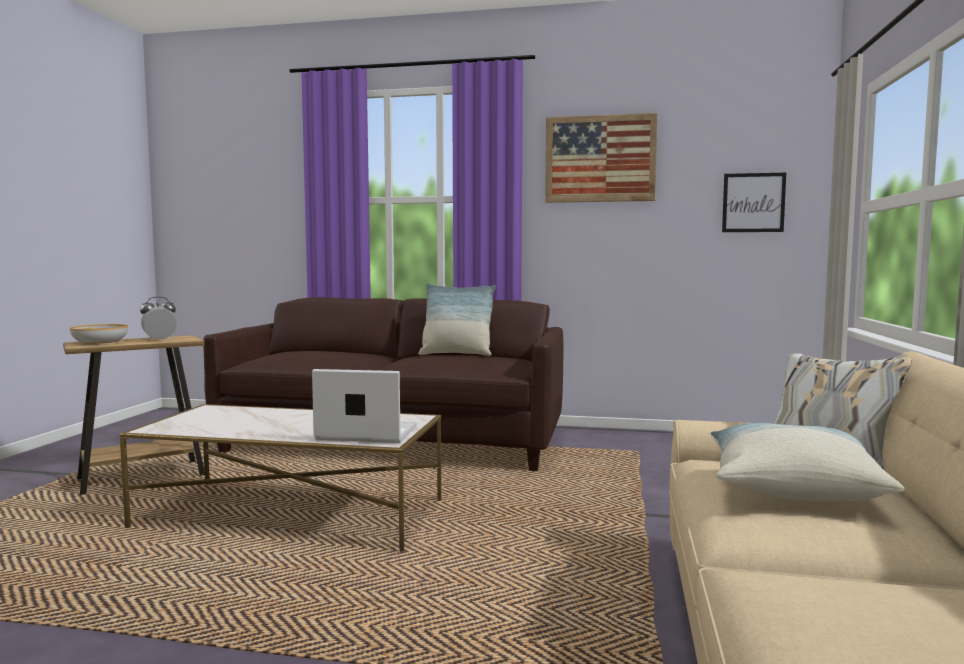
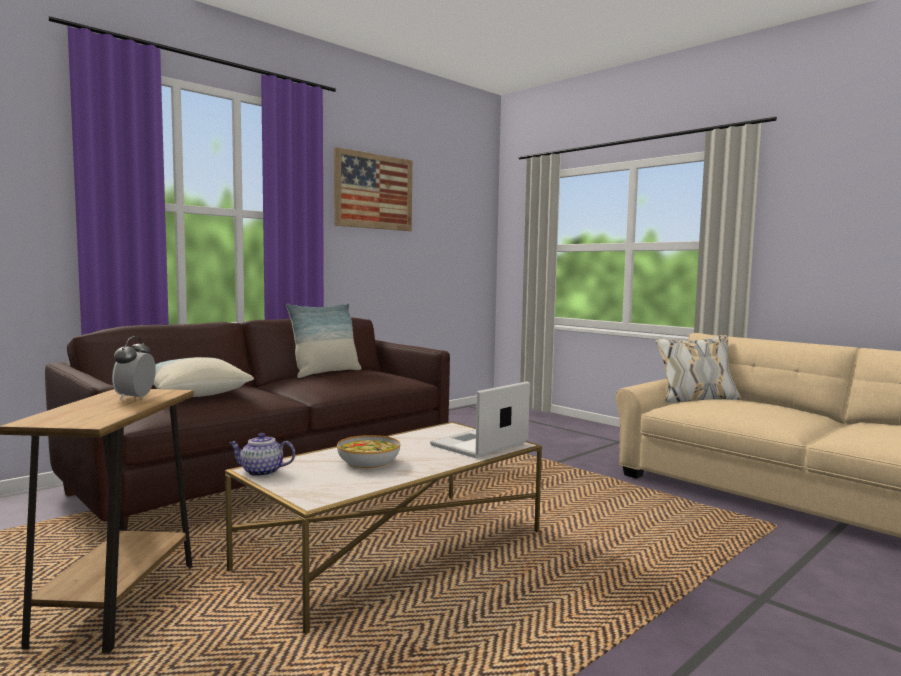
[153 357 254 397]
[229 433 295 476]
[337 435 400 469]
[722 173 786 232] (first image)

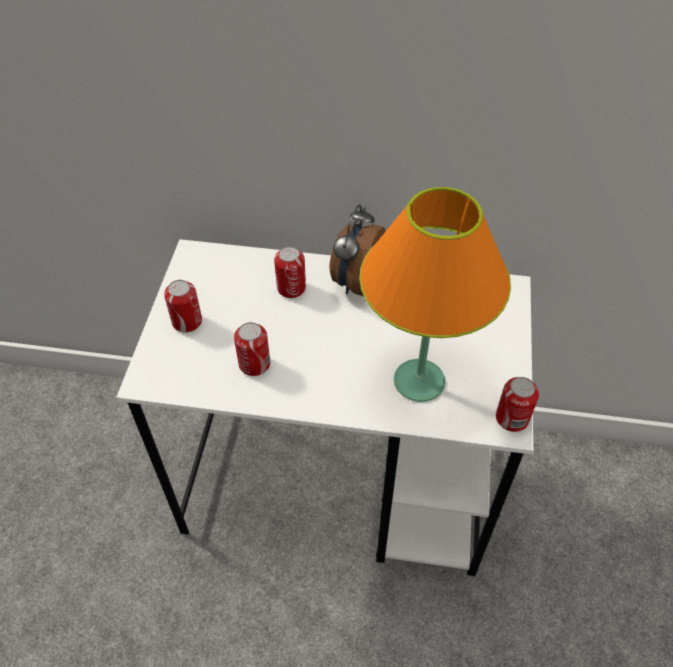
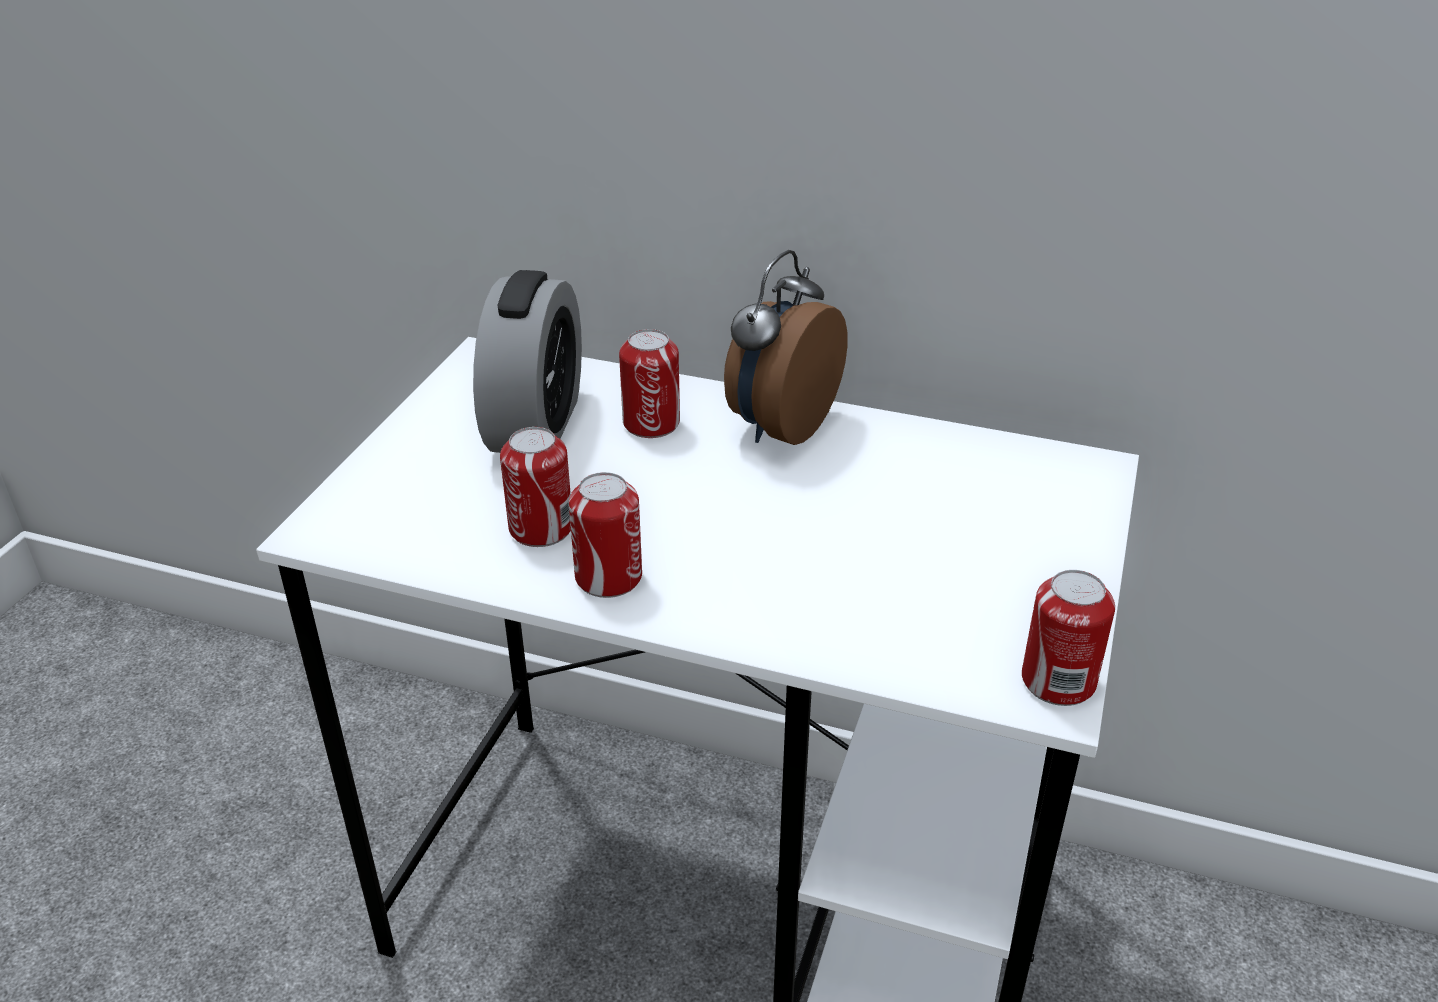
[473 270 582 453]
[569 472 642 598]
[359 187 511 402] (first image)

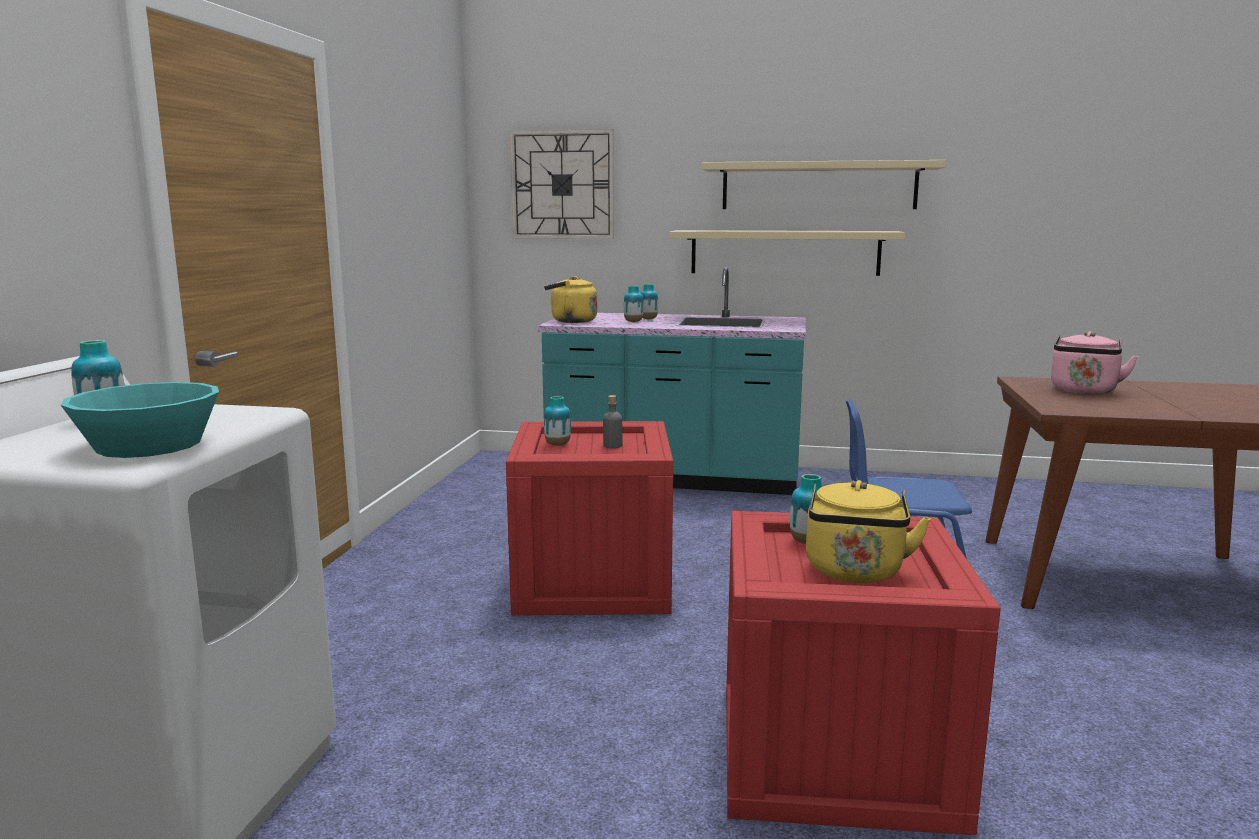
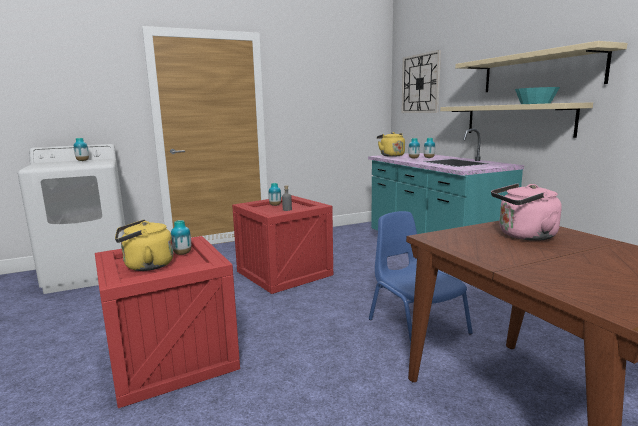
[515 87 560 104]

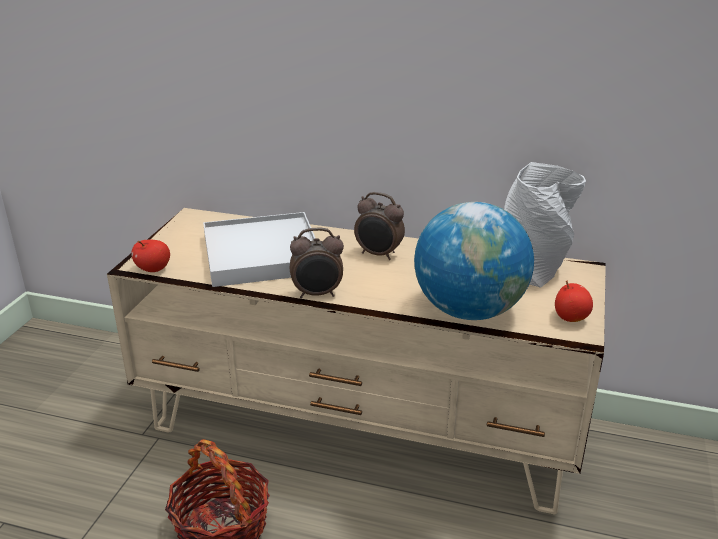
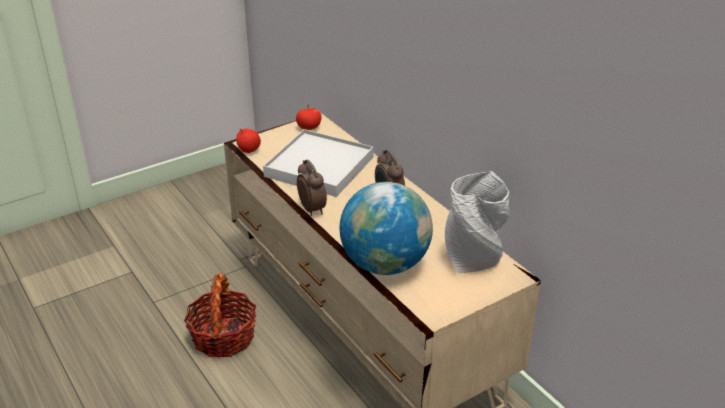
[296 105 321 130]
[297 159 327 216]

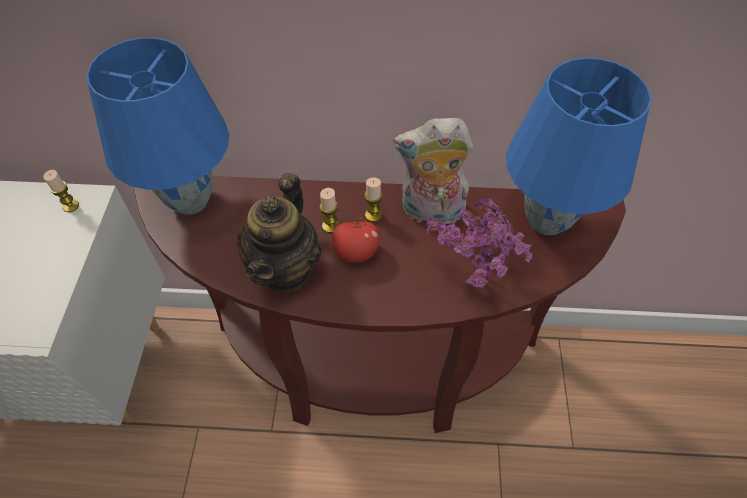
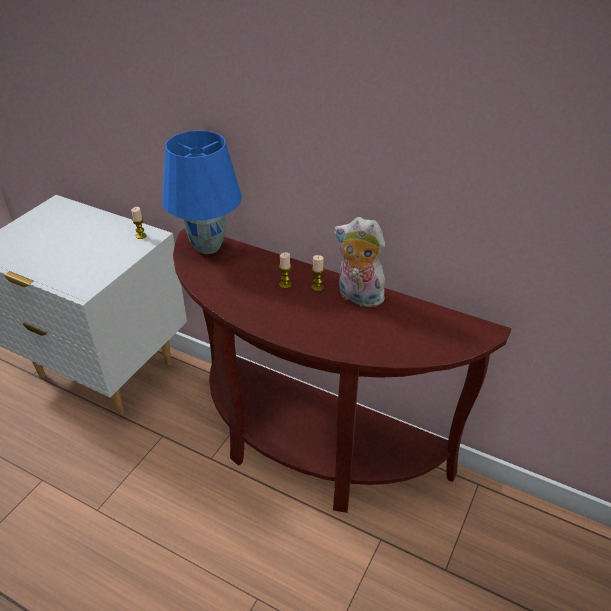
[237 173 322 292] (first image)
[332 217 380 263] (first image)
[426 198 532 288] (first image)
[506 58 651 235] (first image)

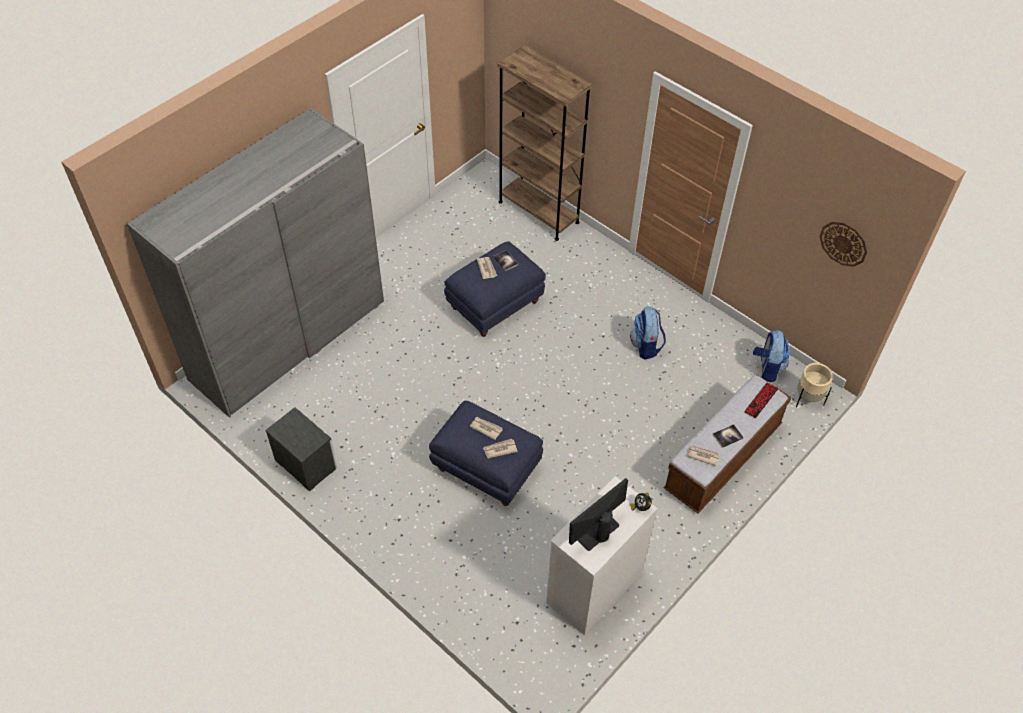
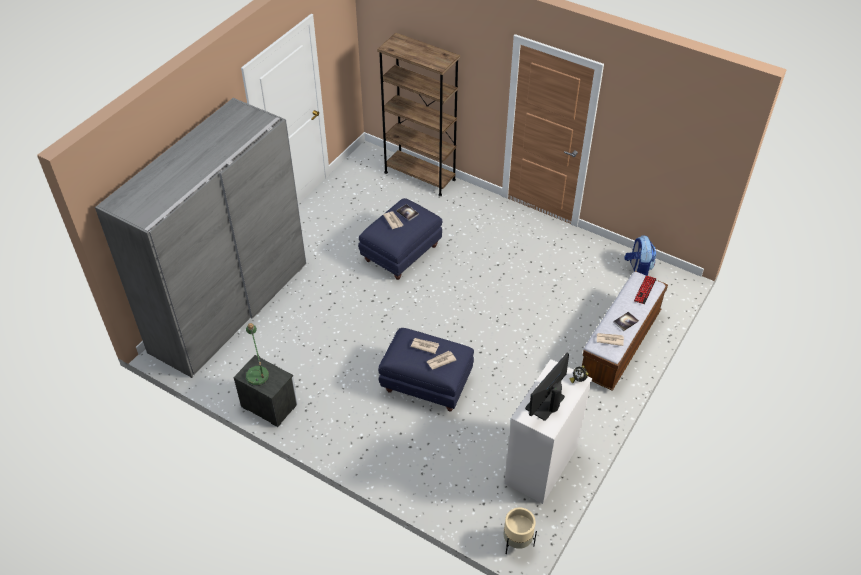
[245 323 270 386]
[504 507 537 554]
[630 306 666 359] (first image)
[819 222 867 267] (first image)

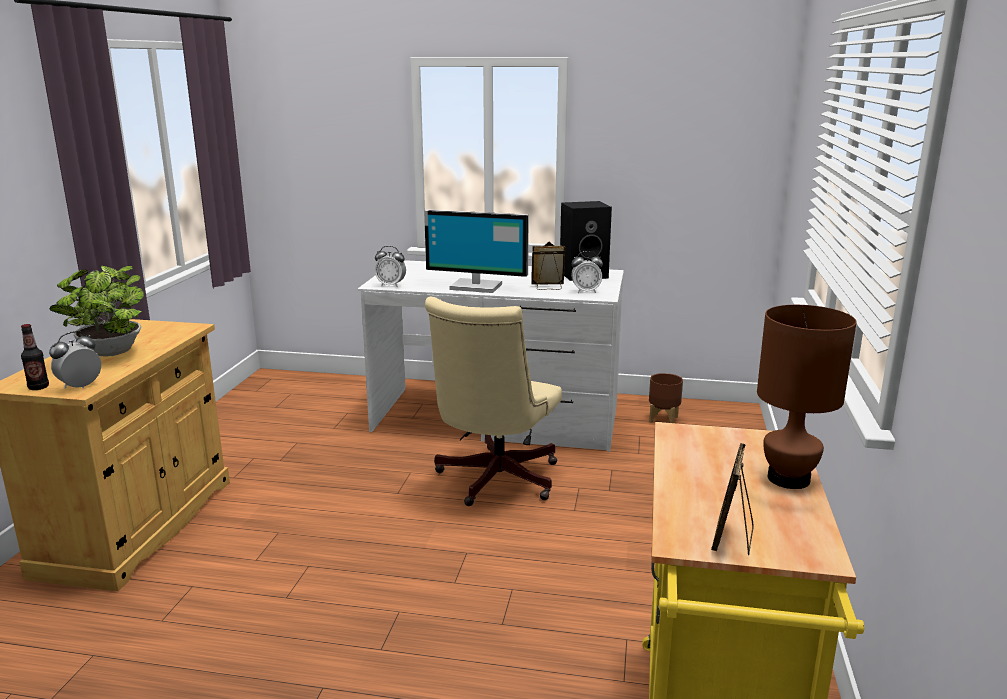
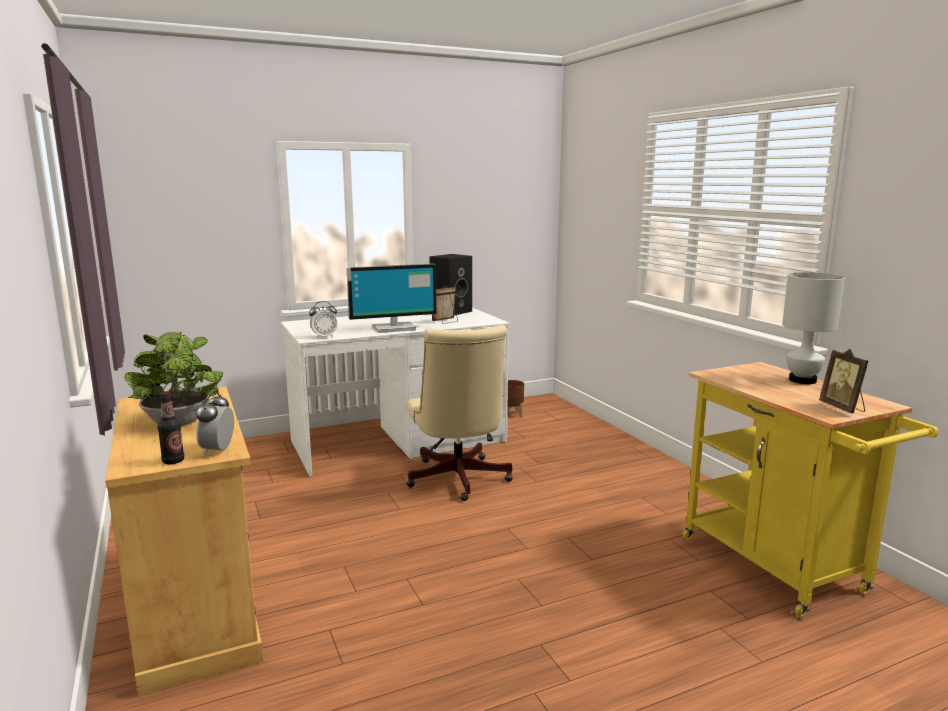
[782 272 845 384]
[571 251 603 293] (first image)

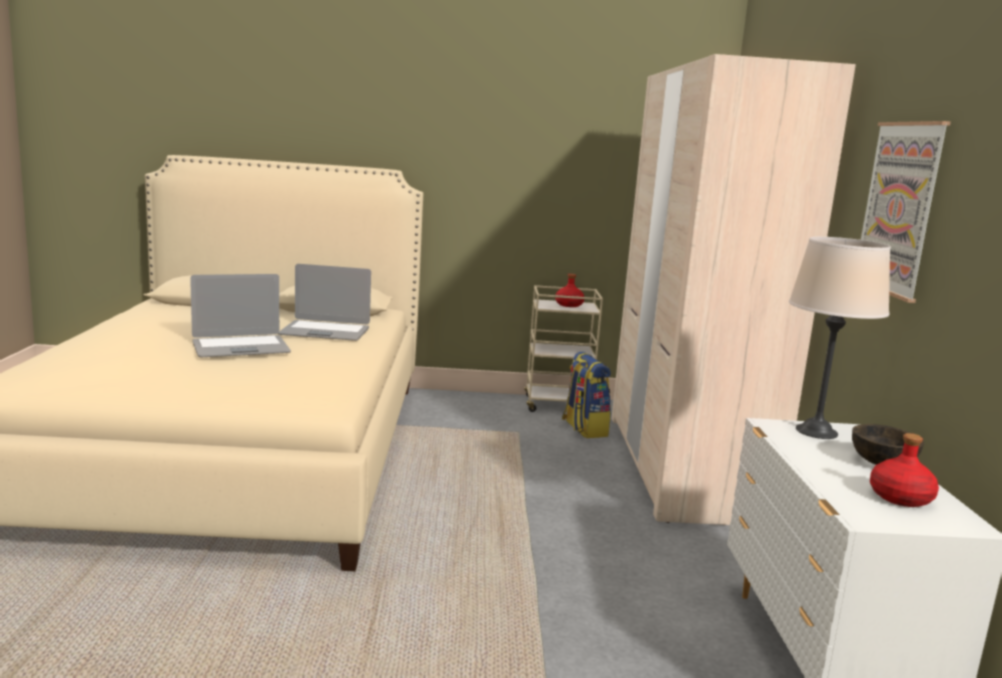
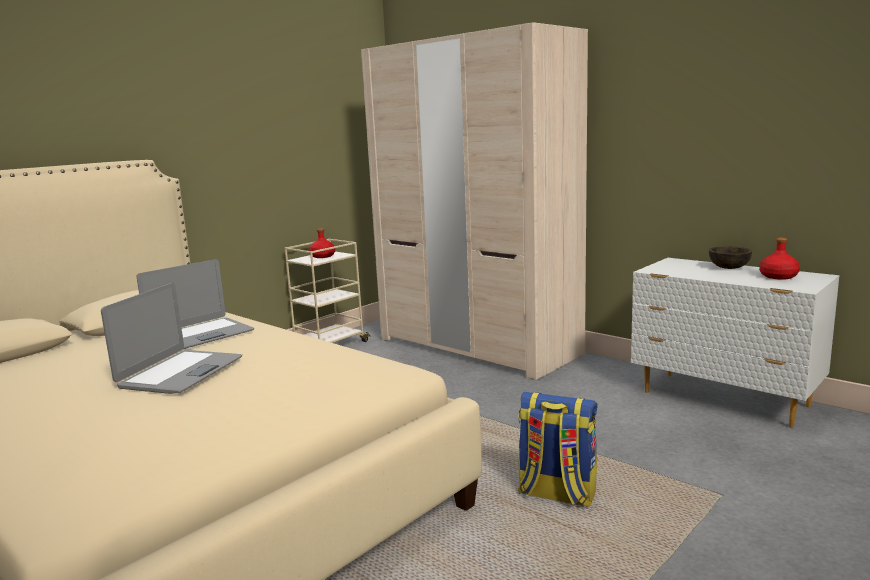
[518 392 597 507]
[789 237 891 439] (first image)
[861 121 951 303] (first image)

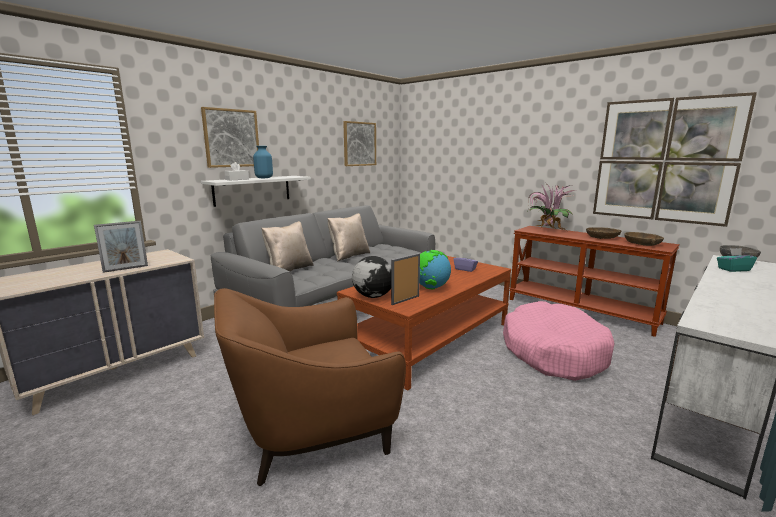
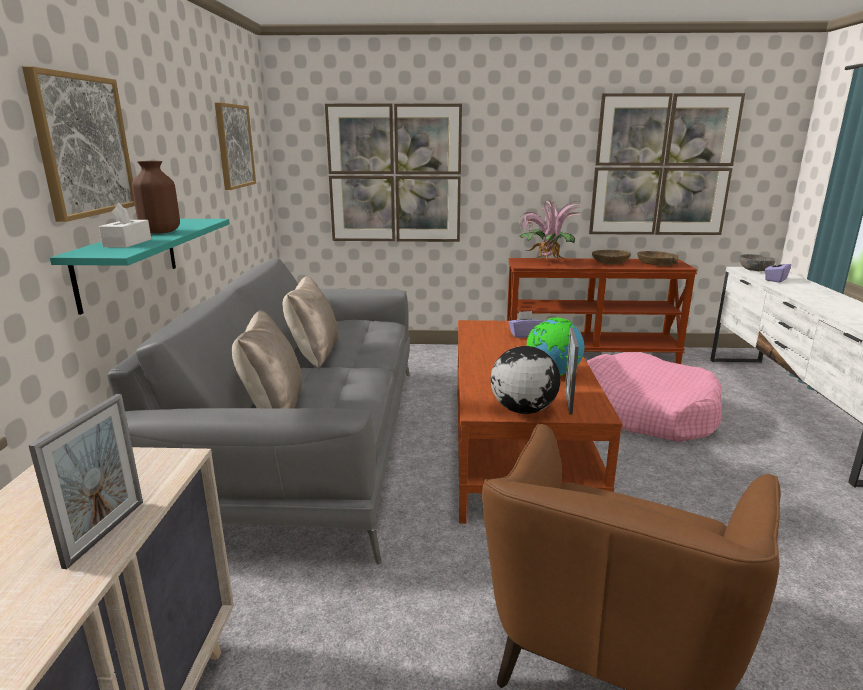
[50 219 230 315]
[132 161 180 233]
[325 104 462 242]
[765 257 791 283]

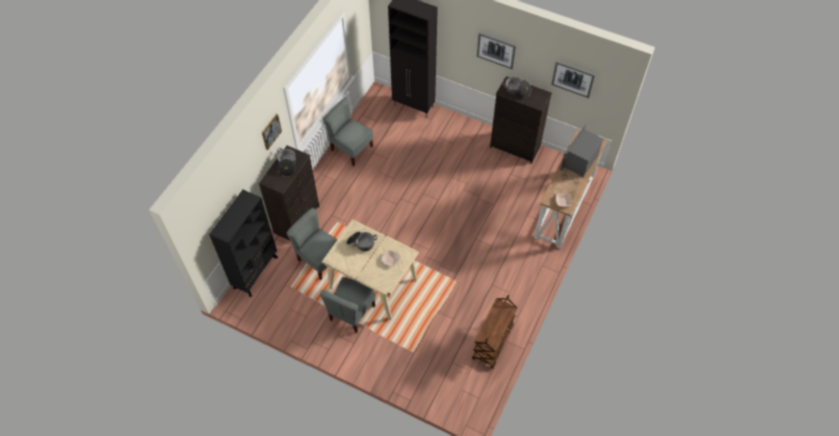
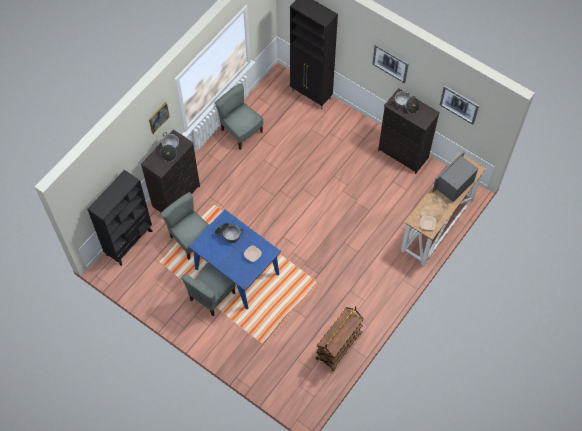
[189 209 281 309]

